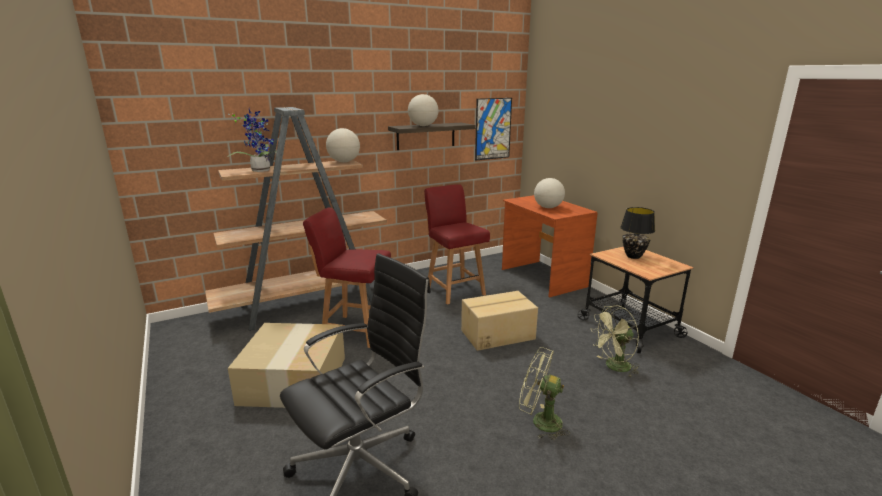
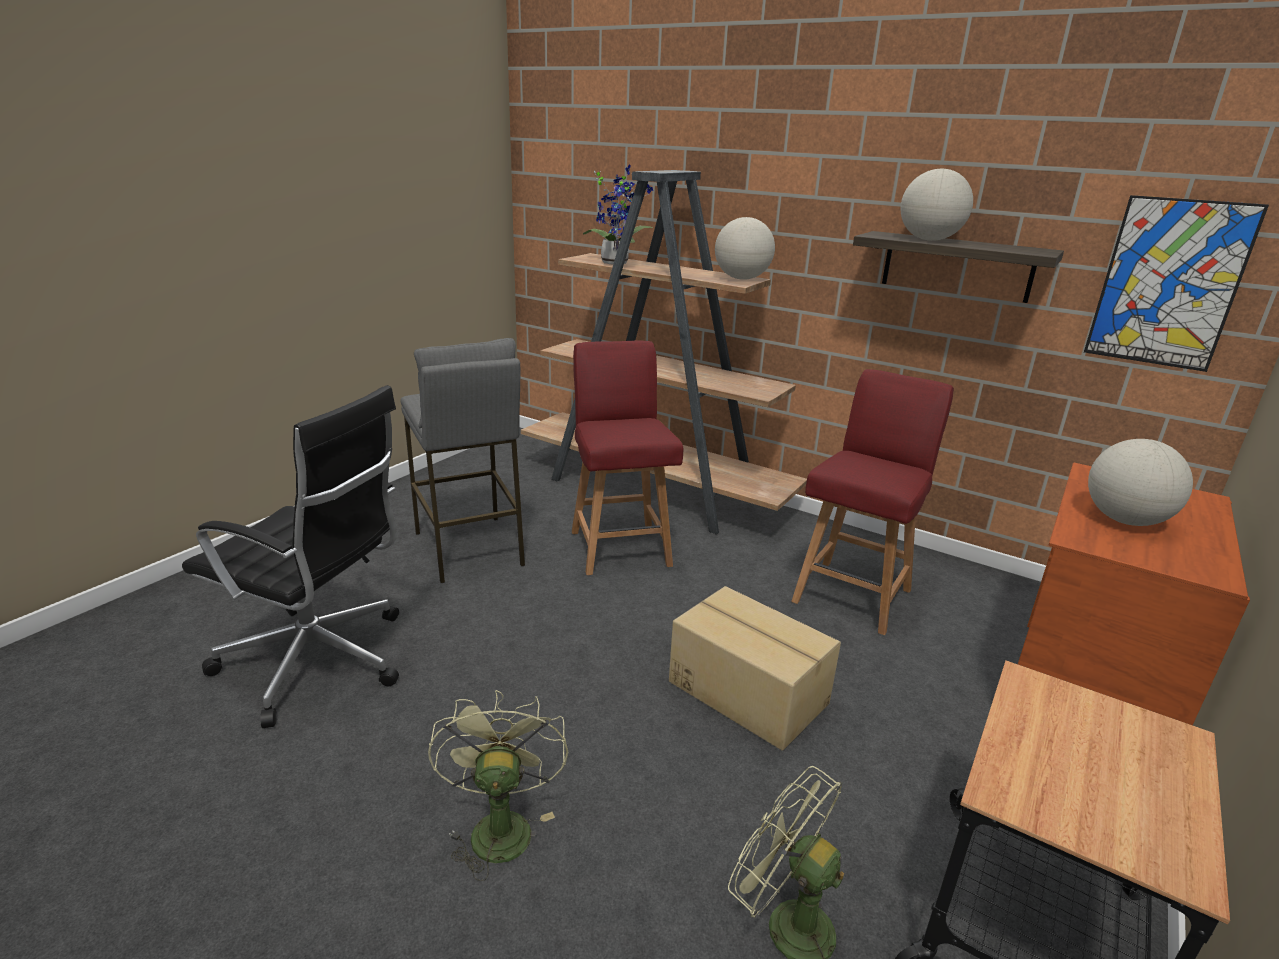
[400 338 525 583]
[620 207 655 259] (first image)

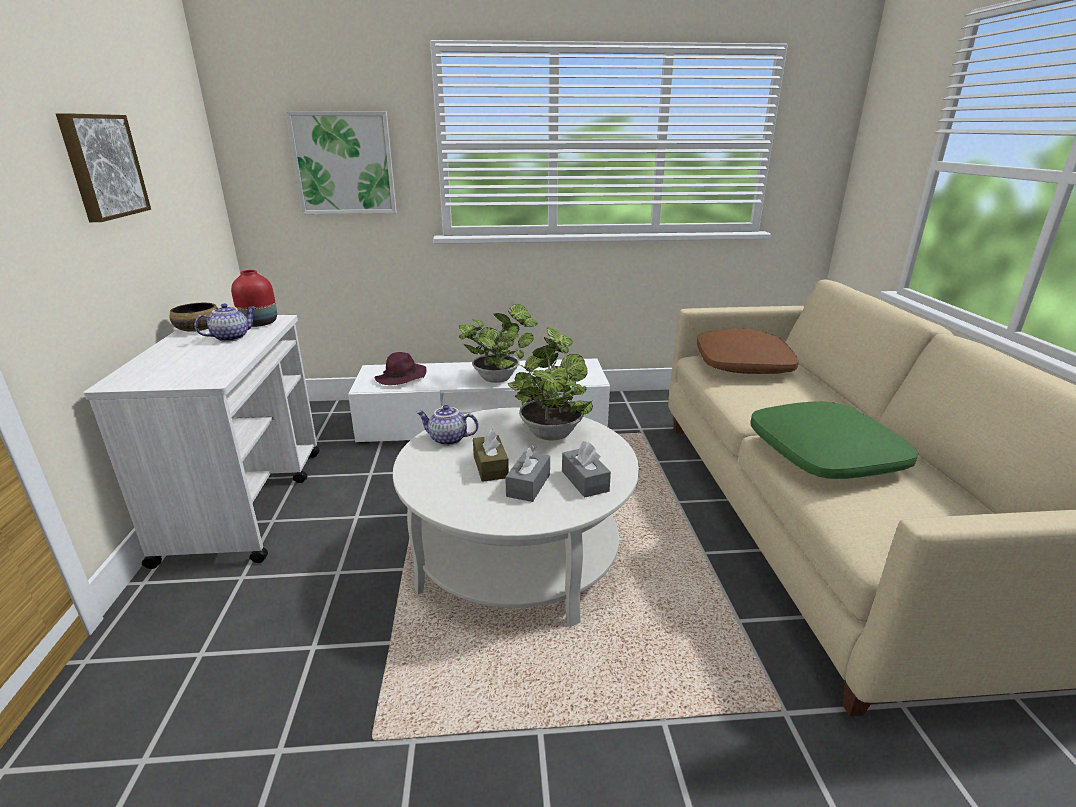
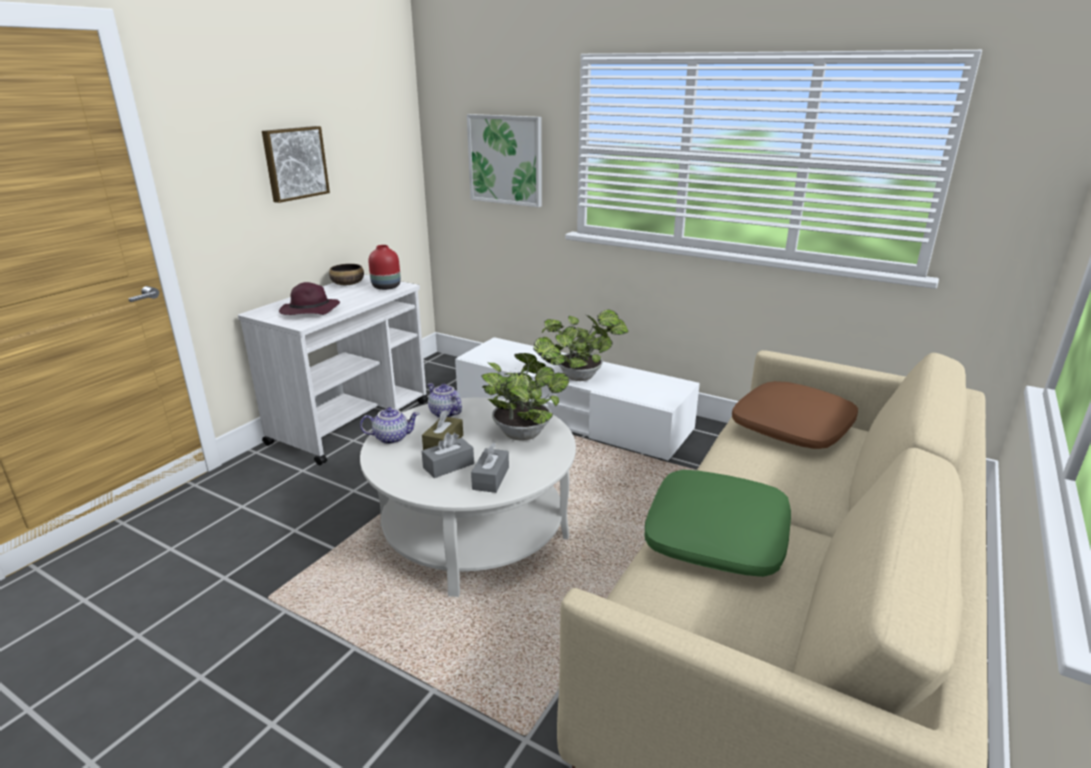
[279 282 340 315]
[360 407 419 444]

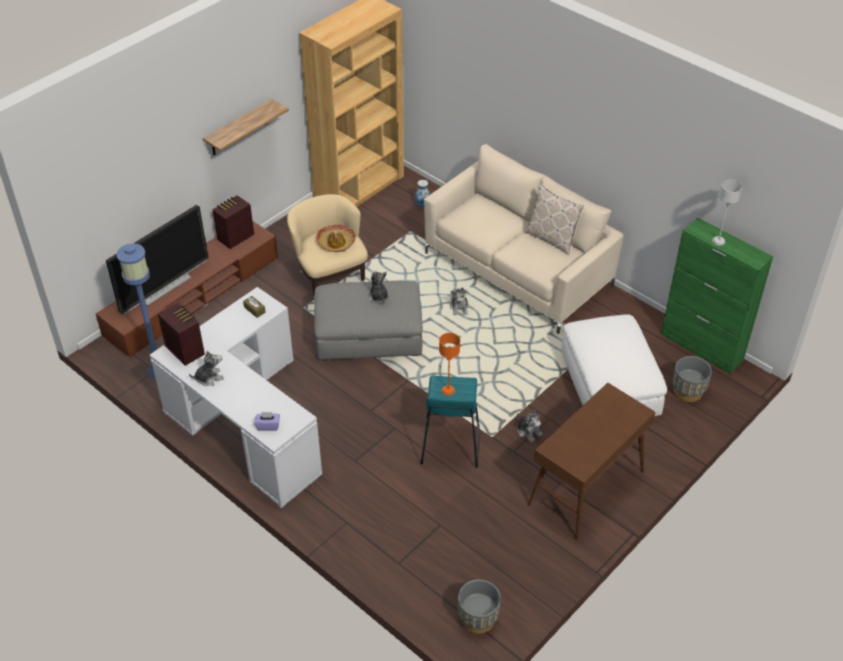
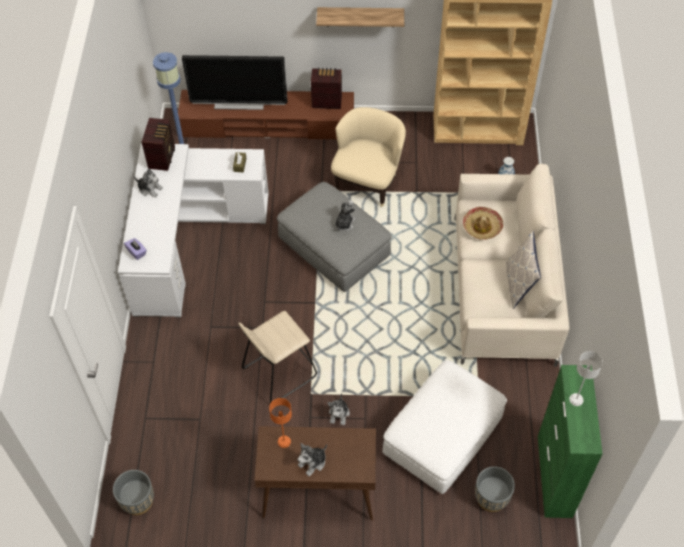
[239 311 317 403]
[269 398 292 448]
[298 443 327 476]
[463 207 503 240]

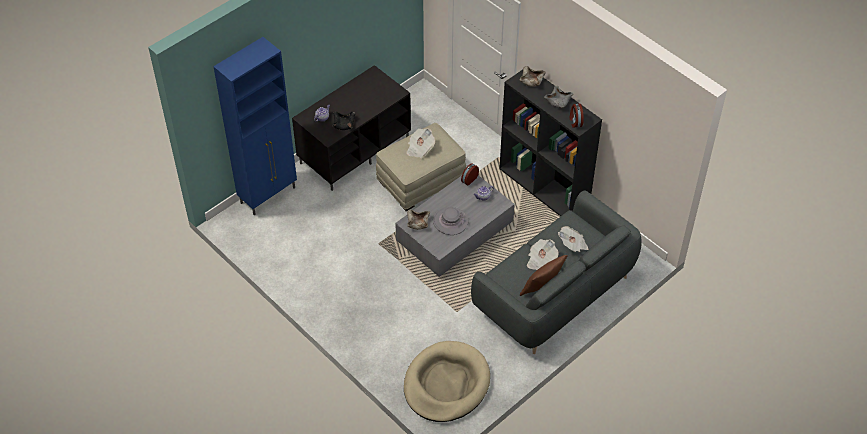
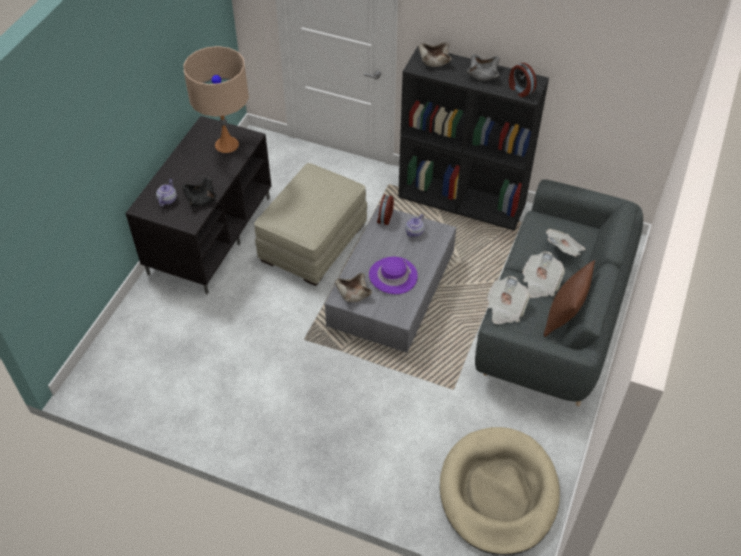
[183 46 249 153]
[369 257 418 294]
[486 276 530 324]
[213 37 297 215] (first image)

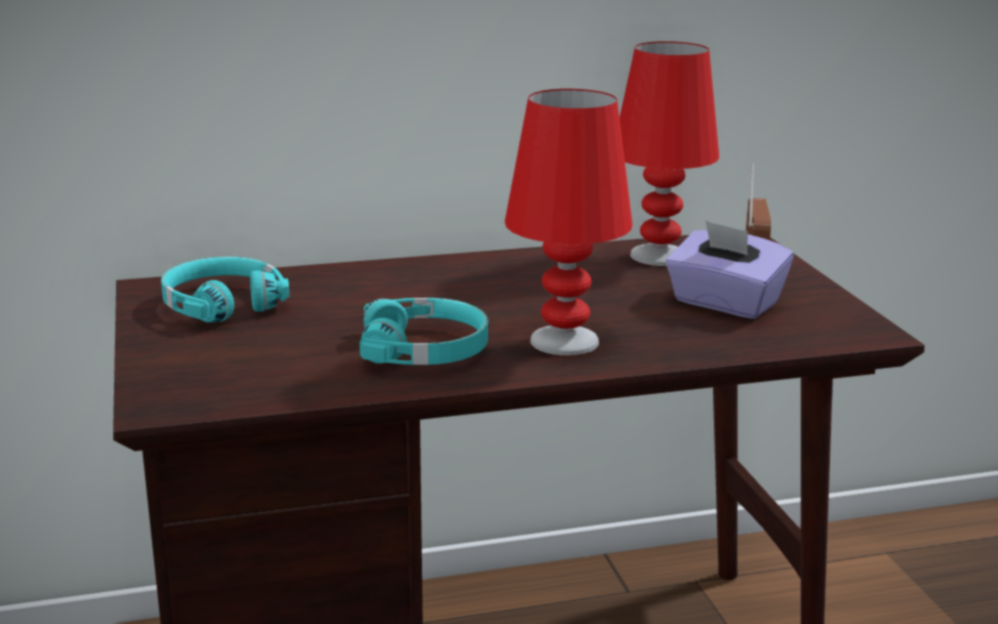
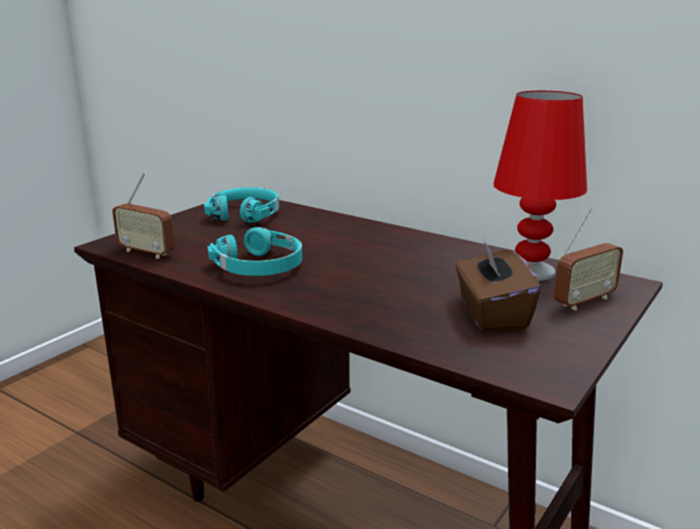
[112 172 175 259]
[455 240 541 331]
[505 89 633 356] (first image)

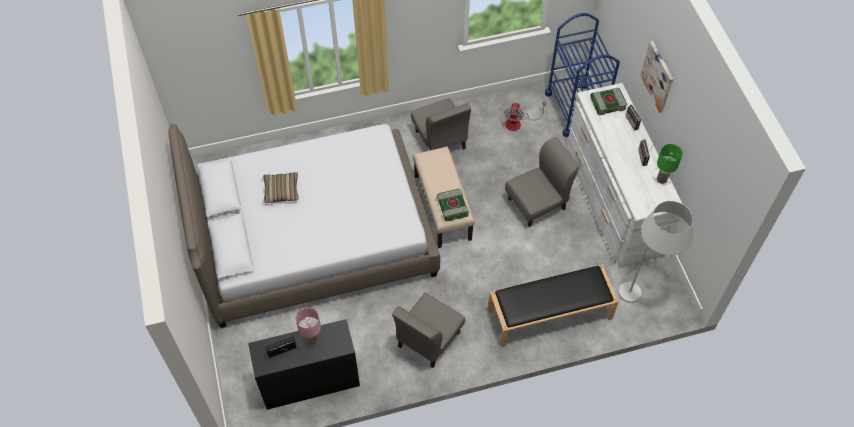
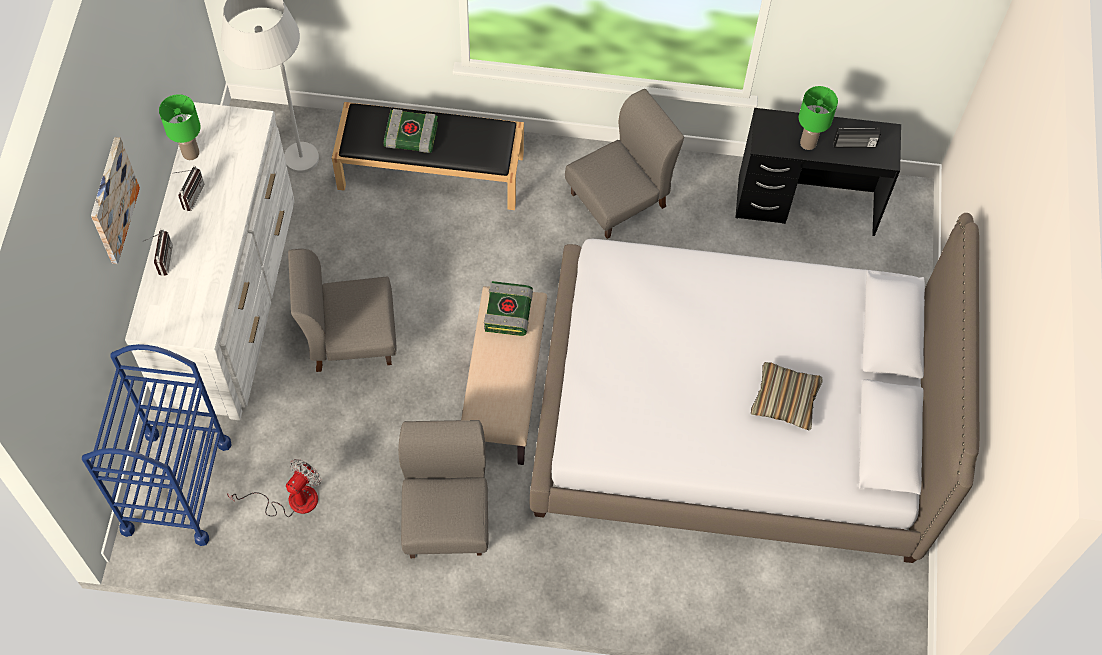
[384 109 438 153]
[799 86 838 150]

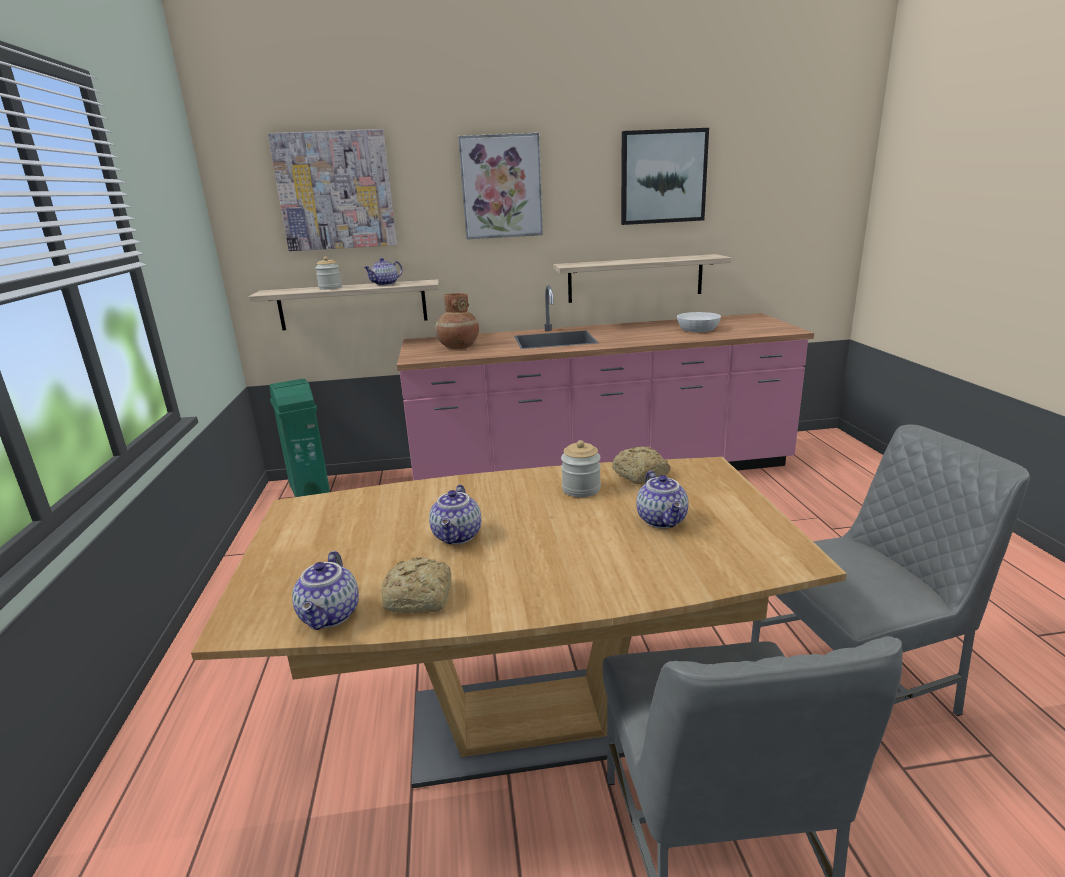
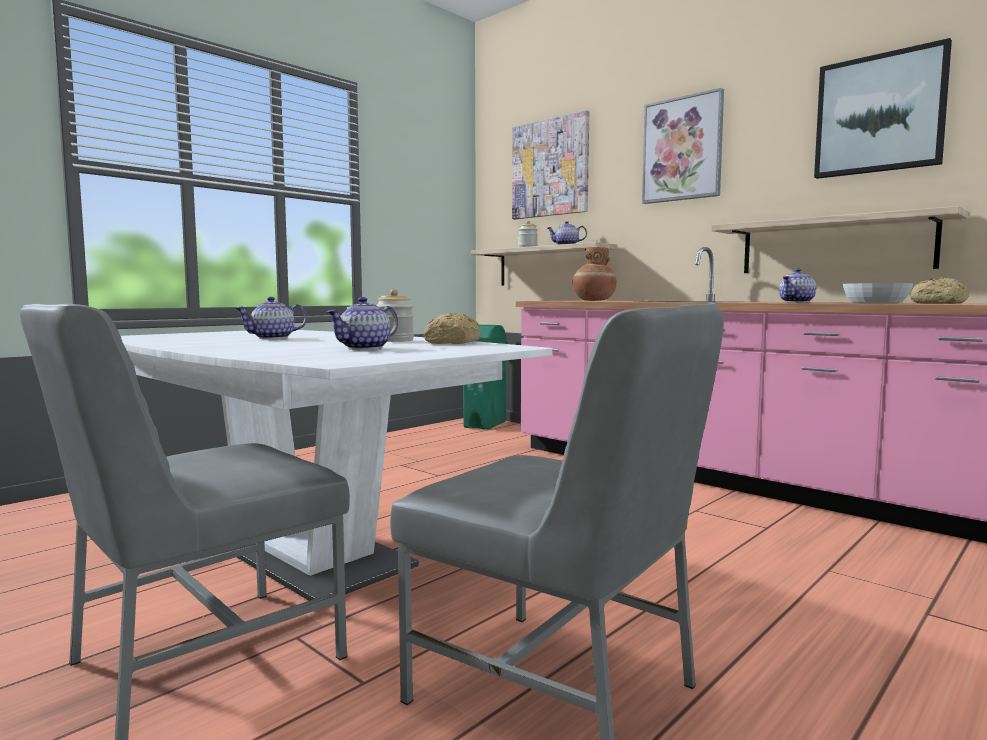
[121 330 553 601]
[779 269 816 303]
[911 277 968 304]

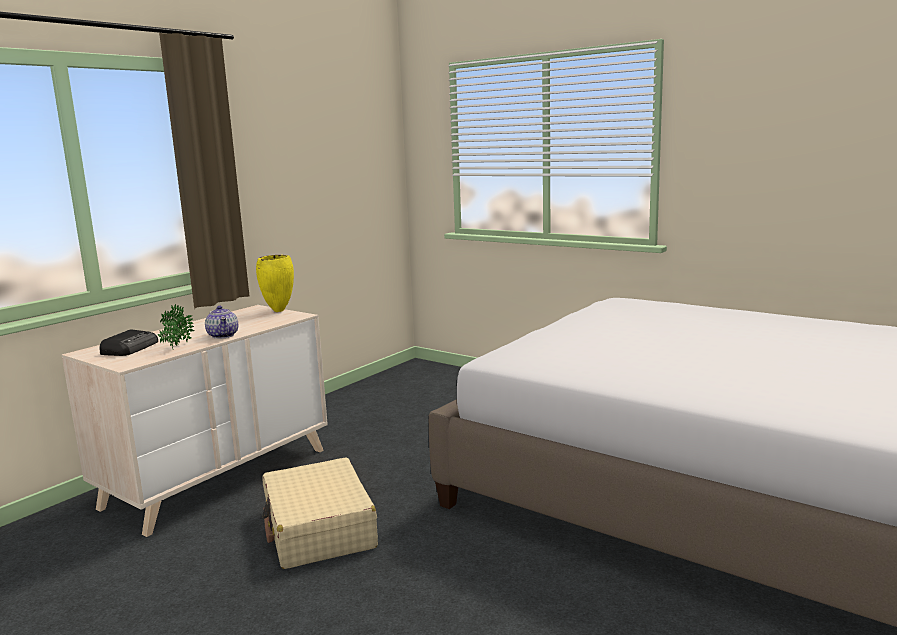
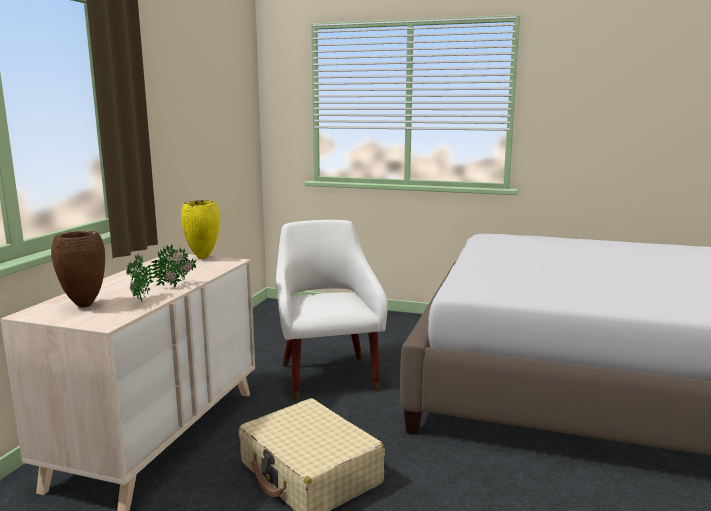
[51 231 105 307]
[152 245 197 287]
[276 220 388 401]

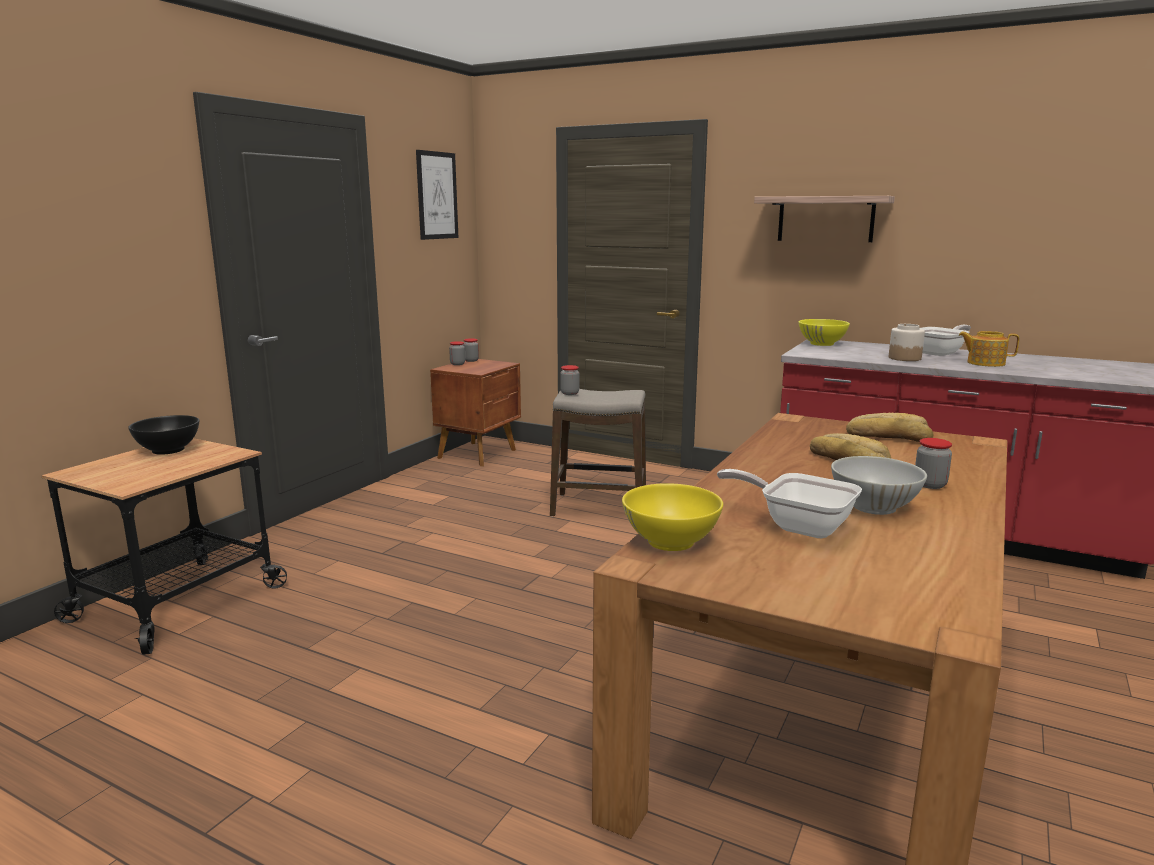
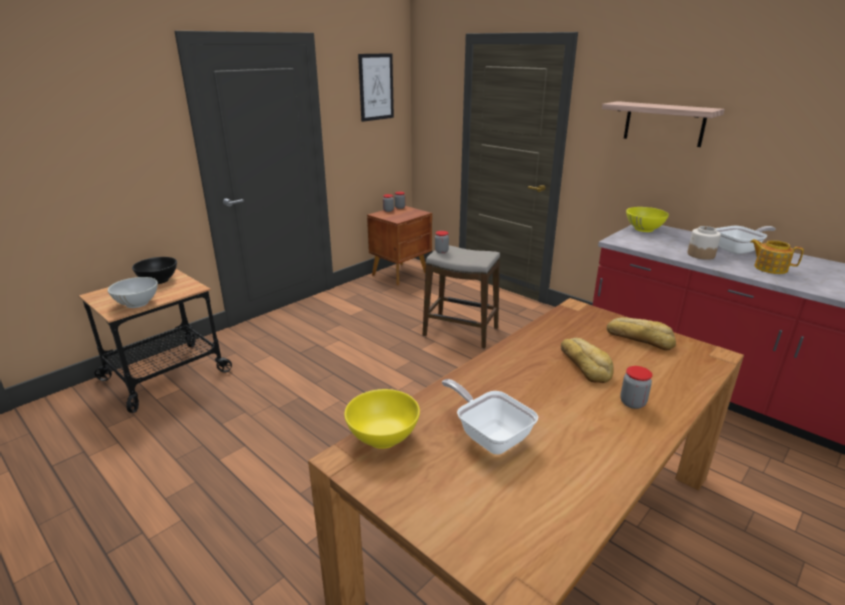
[108 277 158 308]

